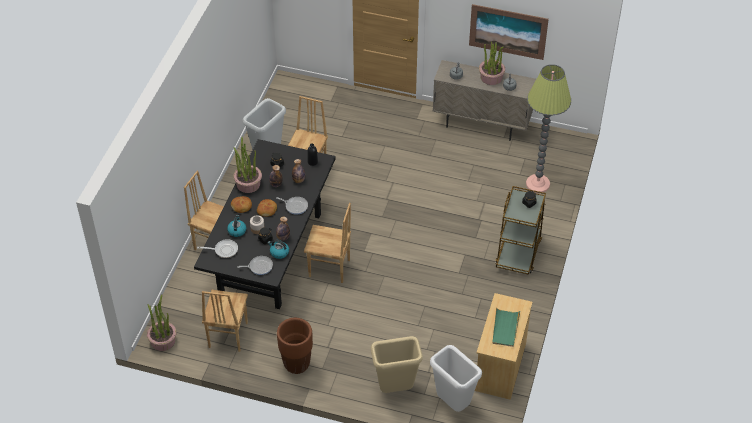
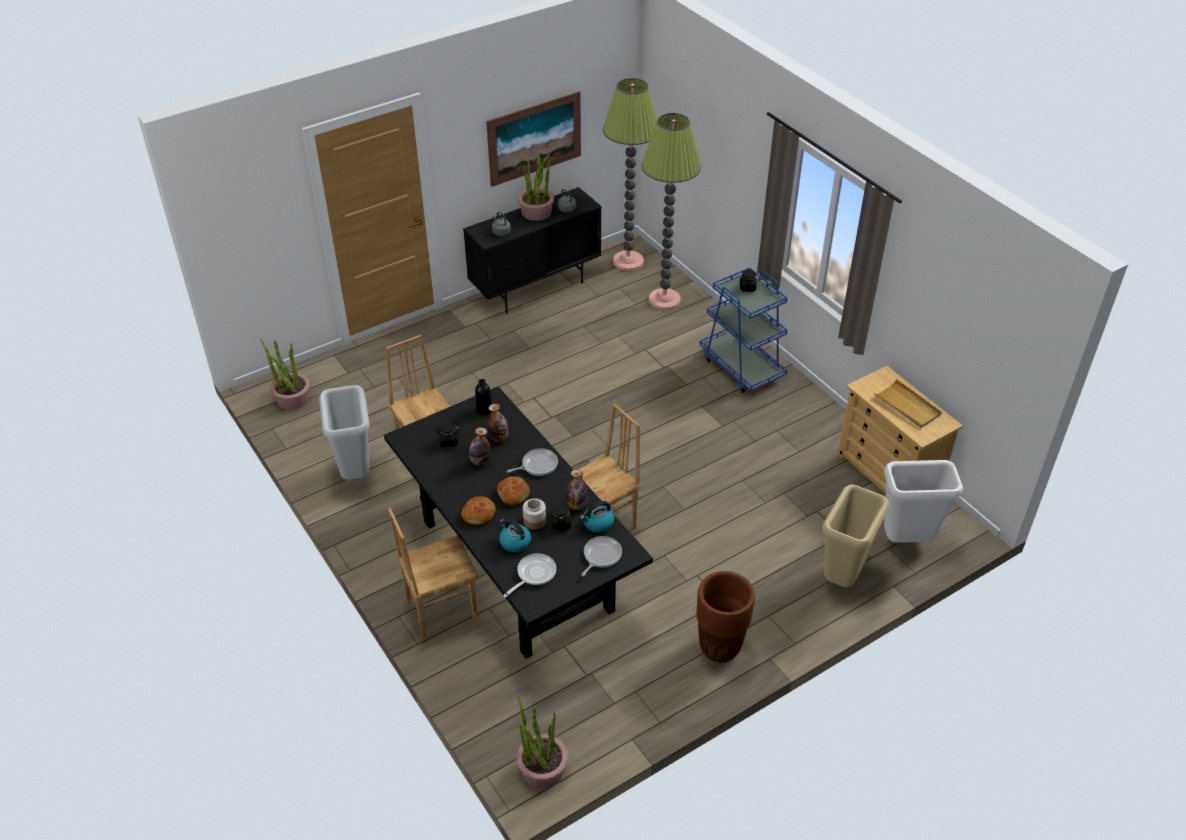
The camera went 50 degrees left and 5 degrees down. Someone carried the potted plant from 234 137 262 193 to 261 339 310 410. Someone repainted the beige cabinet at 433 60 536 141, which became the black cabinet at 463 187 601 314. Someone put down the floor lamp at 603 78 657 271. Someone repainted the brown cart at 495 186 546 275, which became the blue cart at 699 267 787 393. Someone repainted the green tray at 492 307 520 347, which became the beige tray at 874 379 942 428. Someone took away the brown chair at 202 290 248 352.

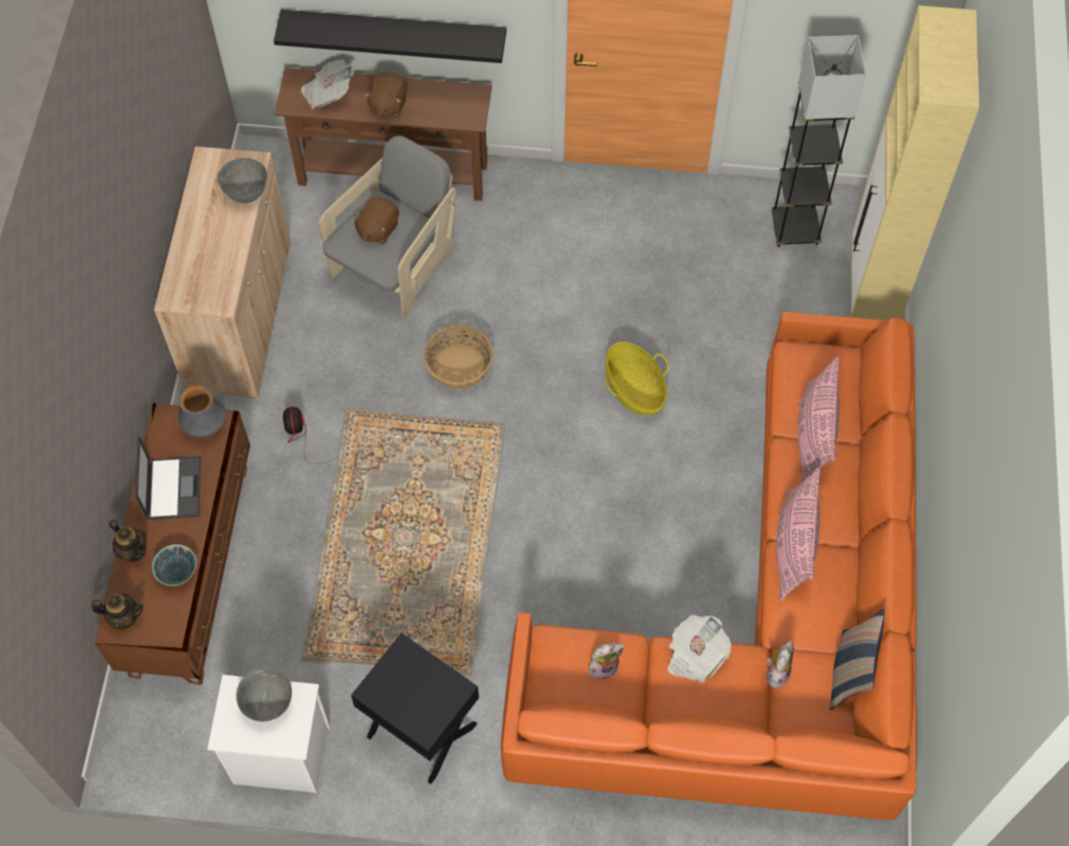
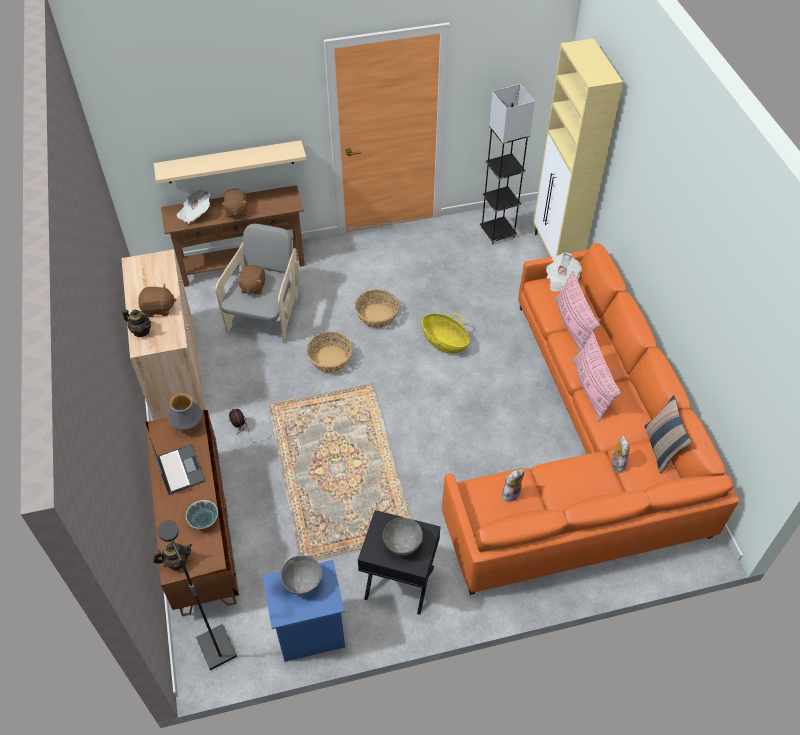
The camera went 20 degrees left and 10 degrees down. Someone carried the teapot from 109 520 147 562 to 122 309 151 337. Someone put down the brown plush toy at 138 284 176 317. Someone repainted the black shelf at 274 9 506 63, which became the beige shelf at 154 140 306 184. Someone put down the black floor lamp at 158 520 237 670. Someone repainted the white nightstand at 207 675 330 793, which became the blue nightstand at 263 560 345 662. Someone put down the basket at 355 289 399 328. Someone carried the grey bowl from 218 158 267 203 to 383 518 423 556. Someone carried the newspaper from 668 615 731 683 to 546 252 582 292.

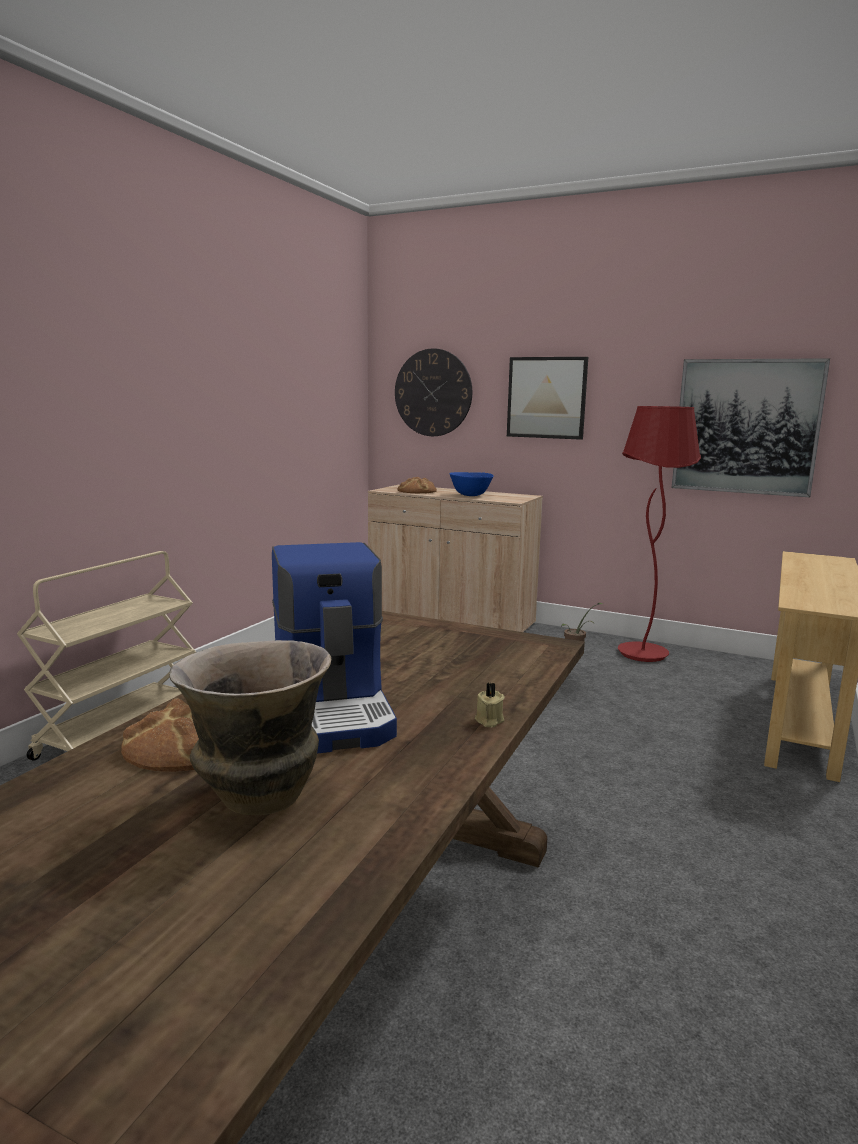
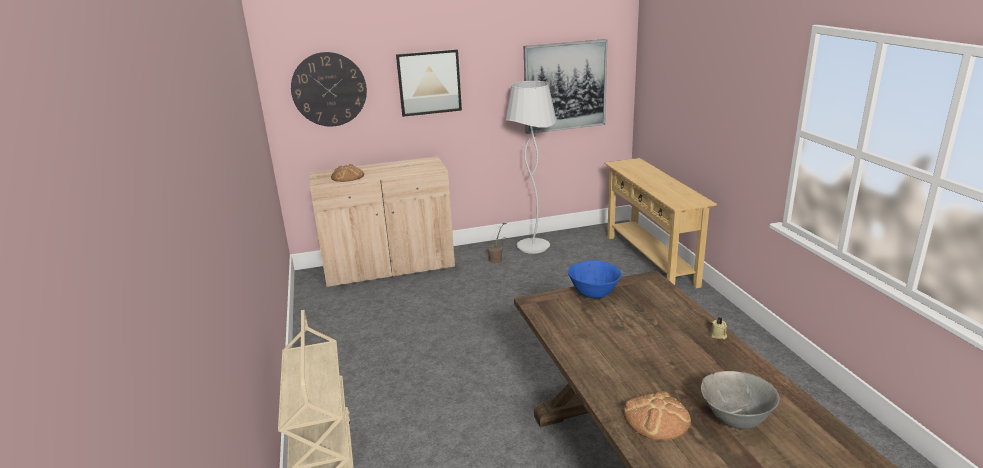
The camera went 40 degrees left and 10 degrees up. Someone repainted the red floor lamp at 618 406 701 662, which became the white floor lamp at 505 81 556 254. Someone carried the blue bowl from 449 472 494 496 to 568 260 622 299. Someone swapped the vase at 169 640 331 815 for the grey bowl at 701 371 779 429. Someone took away the coffee machine at 272 542 397 754.

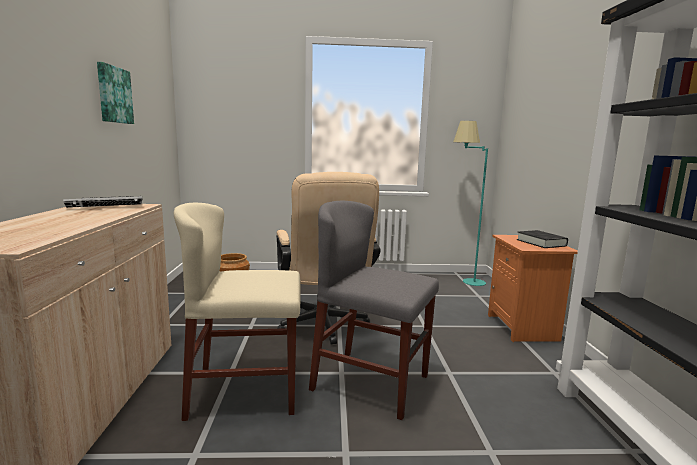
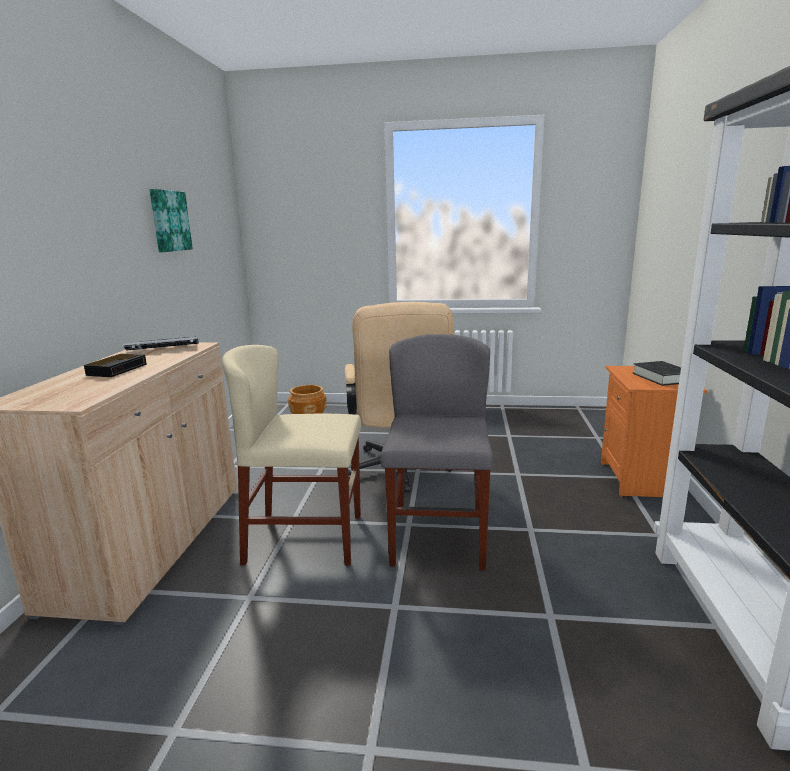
The camera went 10 degrees right and 5 degrees up. Someone put down the alarm clock at 84 354 147 377. Someone rotated the grey chair at 309 201 439 420 by 60 degrees clockwise. Someone took away the turquoise floor lamp at 453 121 488 286.

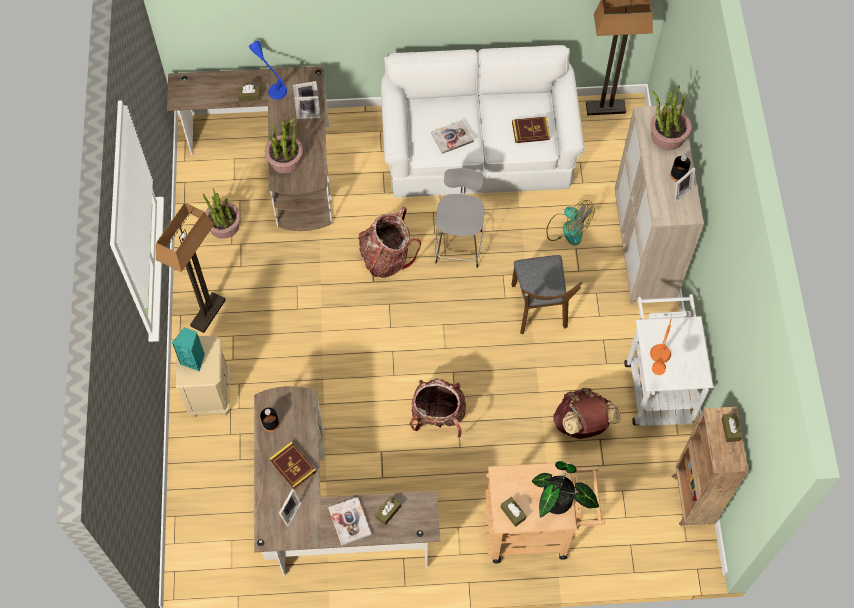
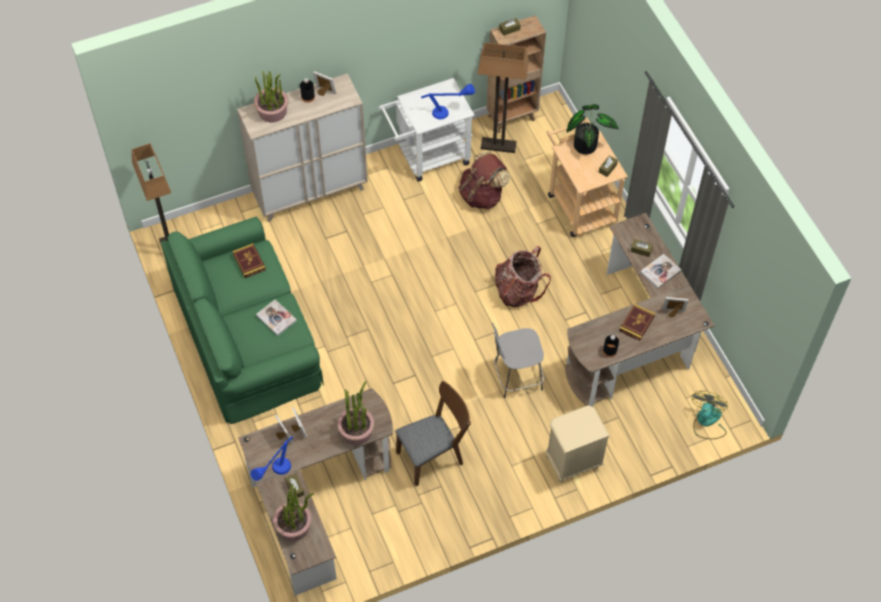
The camera went 110 degrees left and 5 degrees down. Someone repainted the white sofa at 381 45 585 198, which became the green sofa at 161 217 324 424. Someone carried the potted plant from 203 189 241 239 to 273 484 314 541. Someone carried the brown chair from 512 255 583 334 to 395 381 471 486. Someone repainted the orange table lamp at 650 318 672 375, which became the blue table lamp at 421 84 475 119. Someone carried the floor lamp from 156 202 226 333 to 477 42 529 153. Someone carried the grey stool from 435 168 485 268 to 492 323 544 398. Someone carried the fan from 547 200 595 246 to 692 391 728 439. Someone took away the turquoise speaker at 172 327 205 372. Someone took away the backpack at 358 207 421 278.

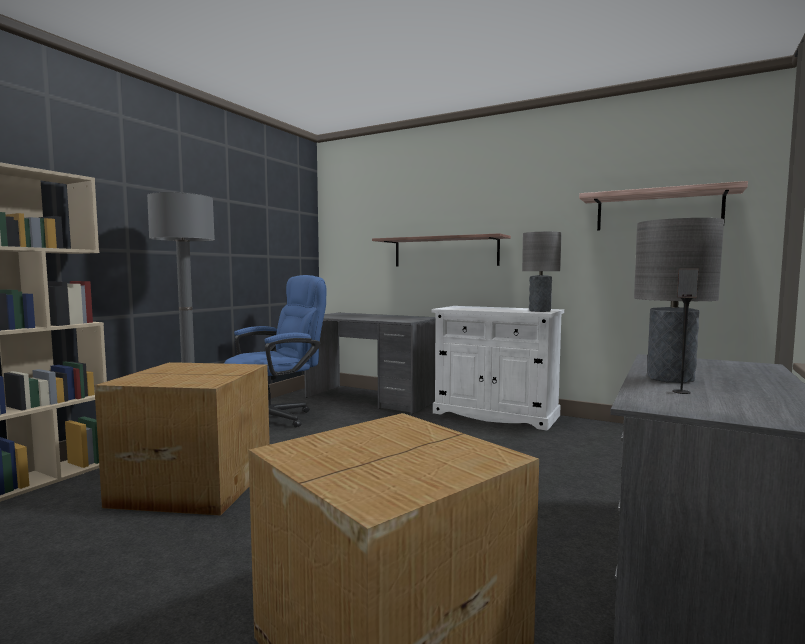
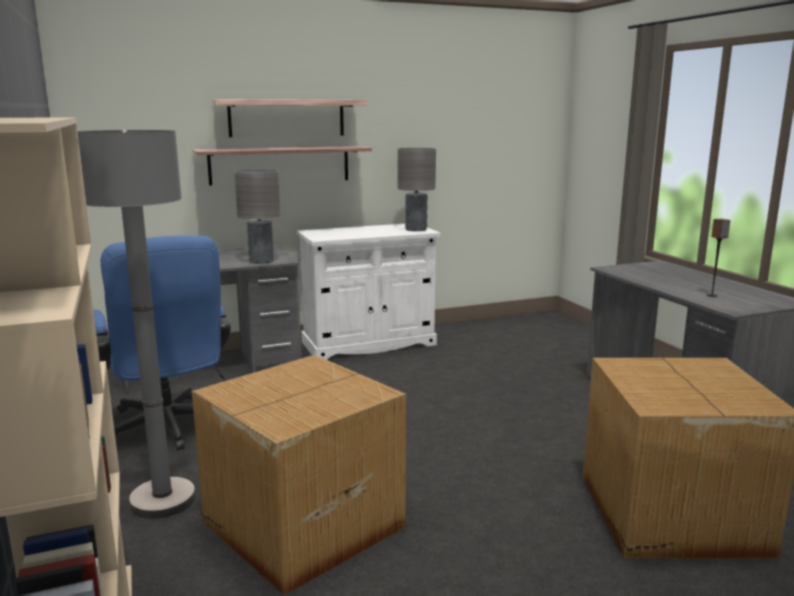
The camera went 50 degrees left and 10 degrees up. Someone rotated the blue office chair at 224 275 326 428 by 150 degrees clockwise. Someone carried the shelf from 579 181 748 231 to 213 99 368 137. Someone carried the grey table lamp from 634 218 724 383 to 234 170 281 264.

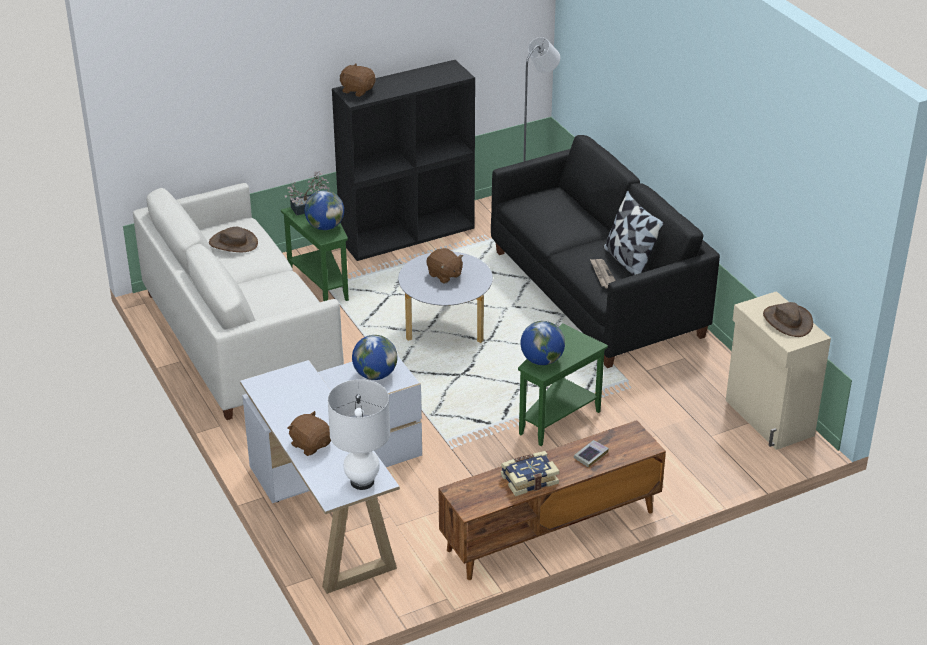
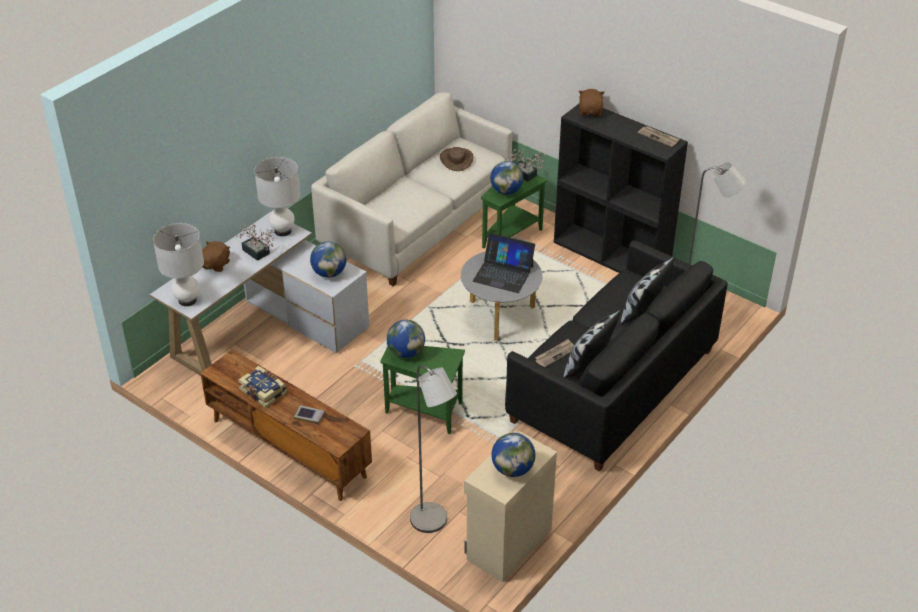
The camera went 65 degrees right and 5 degrees up. Someone put down the potted plant at 236 224 275 261. Someone put down the white table lamp at 254 157 300 236. Someone put down the grey floor lamp at 410 365 457 533. Someone swapped the brown plush toy at 426 248 463 283 for the laptop at 473 233 535 293. Someone swapped the brown hat at 763 302 813 337 for the globe at 491 433 535 477. Someone put down the pillow at 621 257 675 325. Someone put down the newspaper at 638 126 680 147.

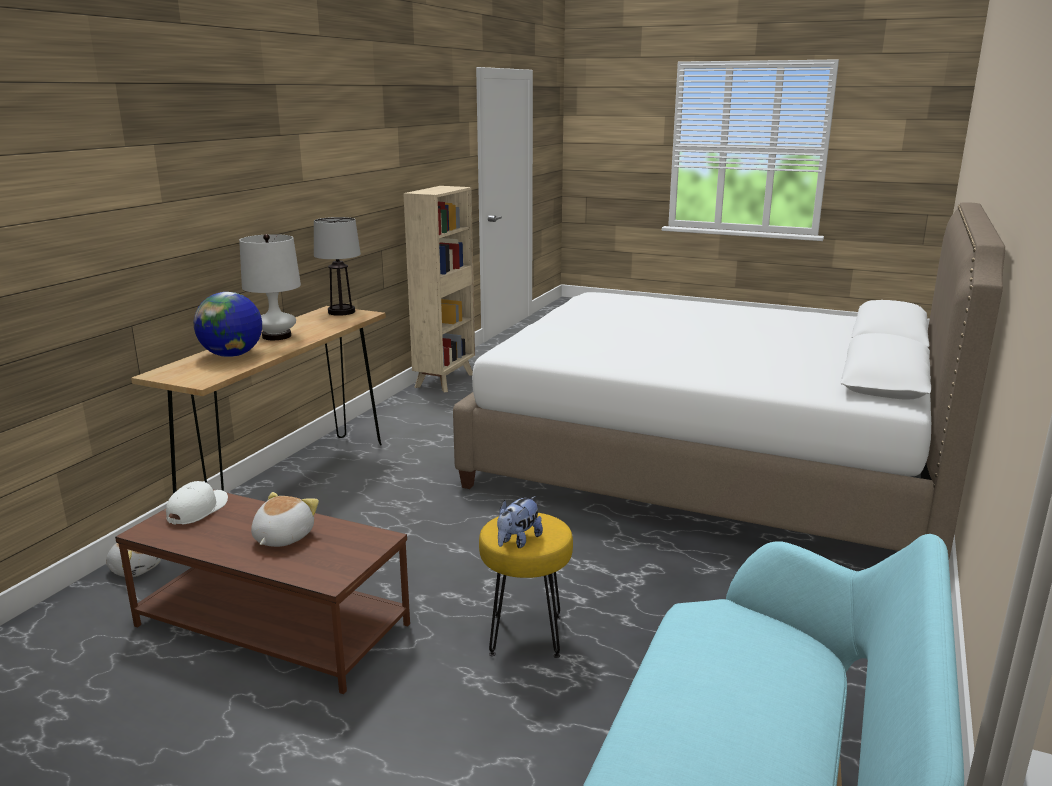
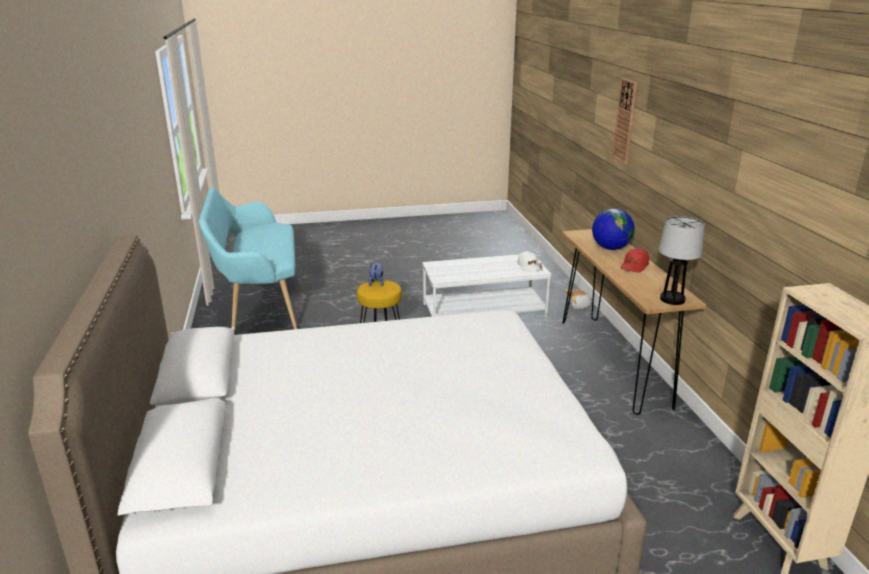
The camera went 145 degrees right and 5 degrees up. Someone repainted the brown coffee table at 115 490 410 694, which became the white coffee table at 422 254 551 317. Someone put up the wall clock at 612 78 637 165. Someone swapped the white table lamp at 239 234 301 340 for the red cap at 621 248 649 272. Someone took away the plush toy at 251 492 319 547.

